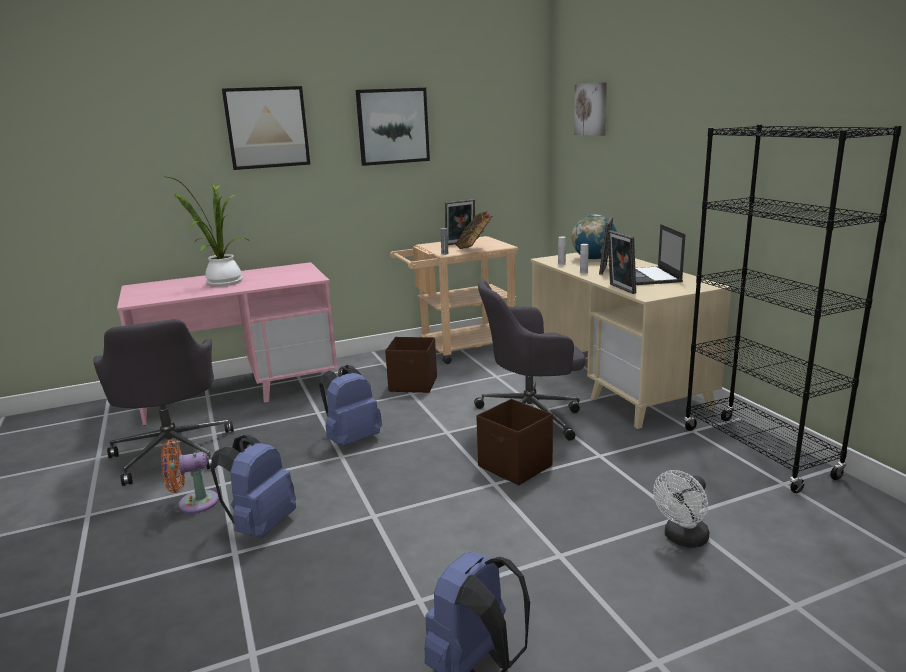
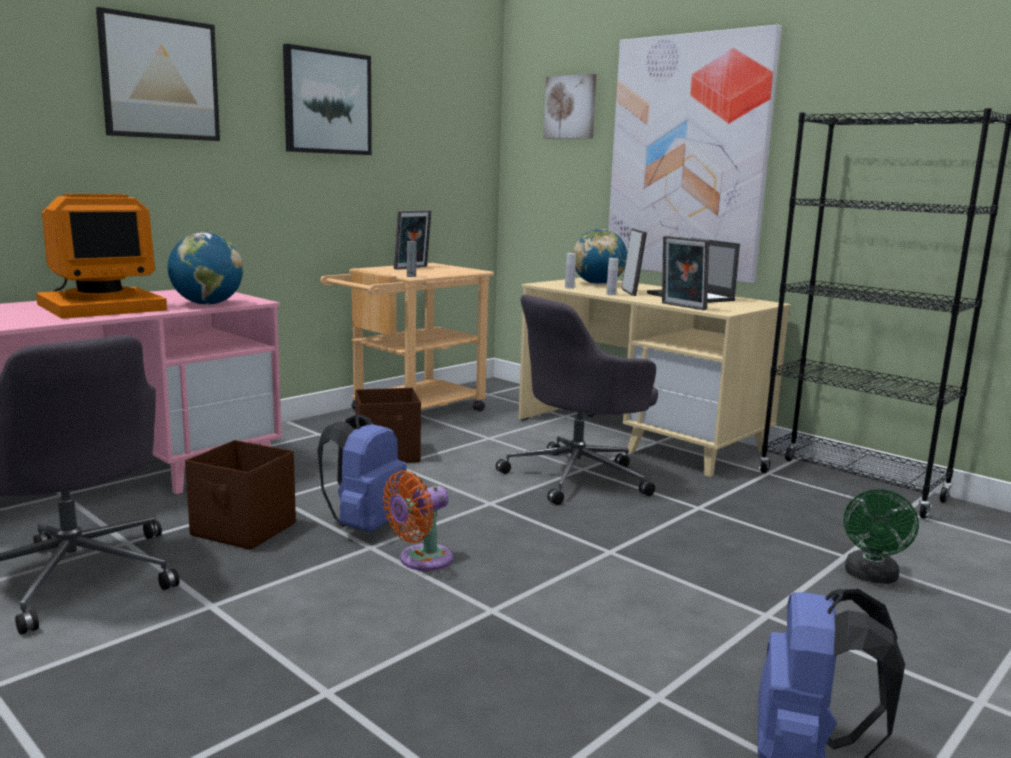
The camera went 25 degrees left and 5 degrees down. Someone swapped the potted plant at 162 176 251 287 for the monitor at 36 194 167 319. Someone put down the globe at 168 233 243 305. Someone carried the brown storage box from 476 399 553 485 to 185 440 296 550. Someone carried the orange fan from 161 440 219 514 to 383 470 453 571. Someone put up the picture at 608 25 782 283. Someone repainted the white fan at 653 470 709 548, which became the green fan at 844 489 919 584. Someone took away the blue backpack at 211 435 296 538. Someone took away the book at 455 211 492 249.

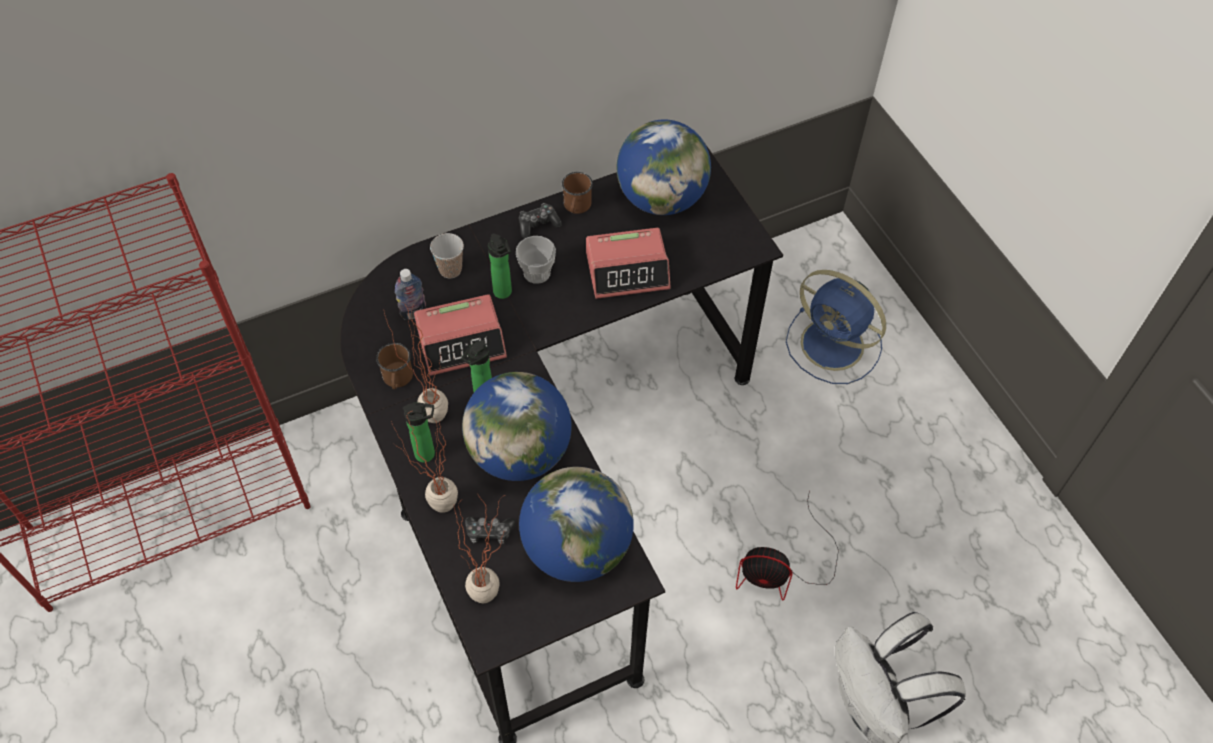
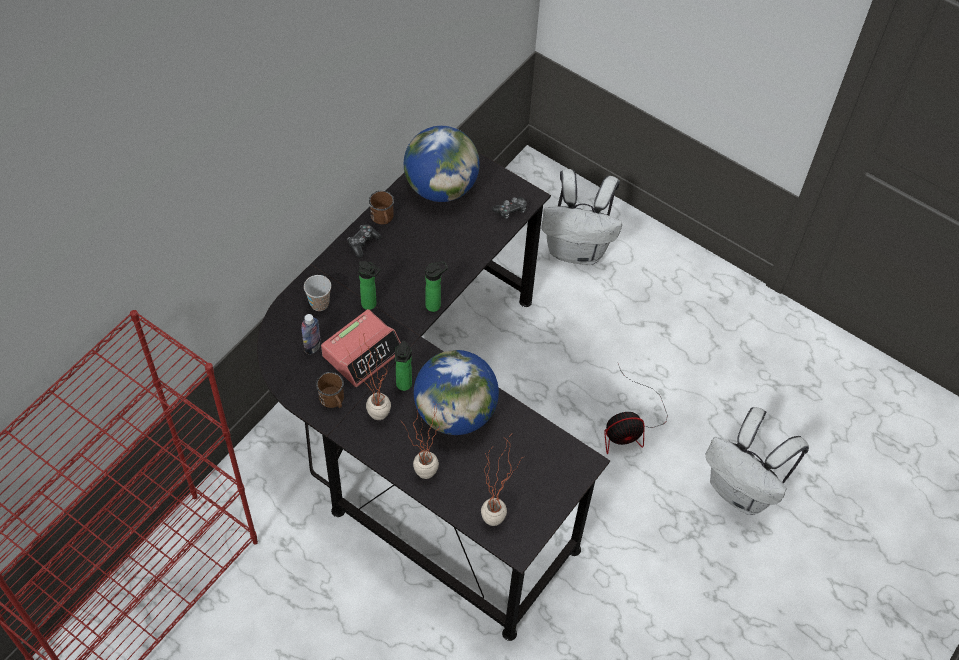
The camera went 30 degrees left and 0 degrees up. Someone carried the bottle from 403 402 435 463 to 425 260 448 312. Someone carried the game controller from 465 516 516 545 to 492 197 527 219. Someone swapped the blue fan at 786 270 886 384 for the white backpack at 541 169 622 265. Someone took away the cup at 516 236 556 284. Someone took away the globe at 519 467 634 582. Someone took away the alarm clock at 586 228 670 299.

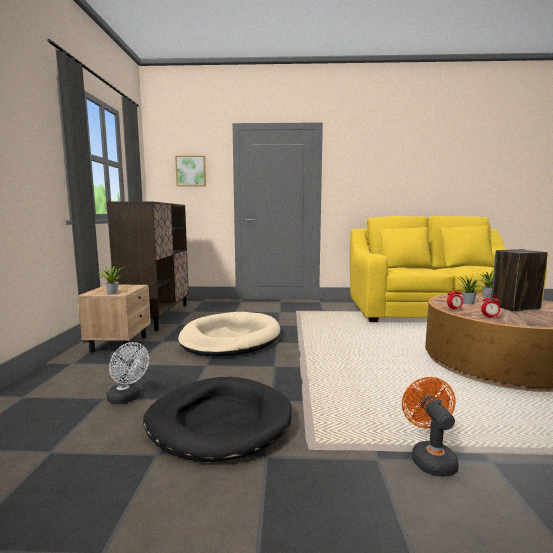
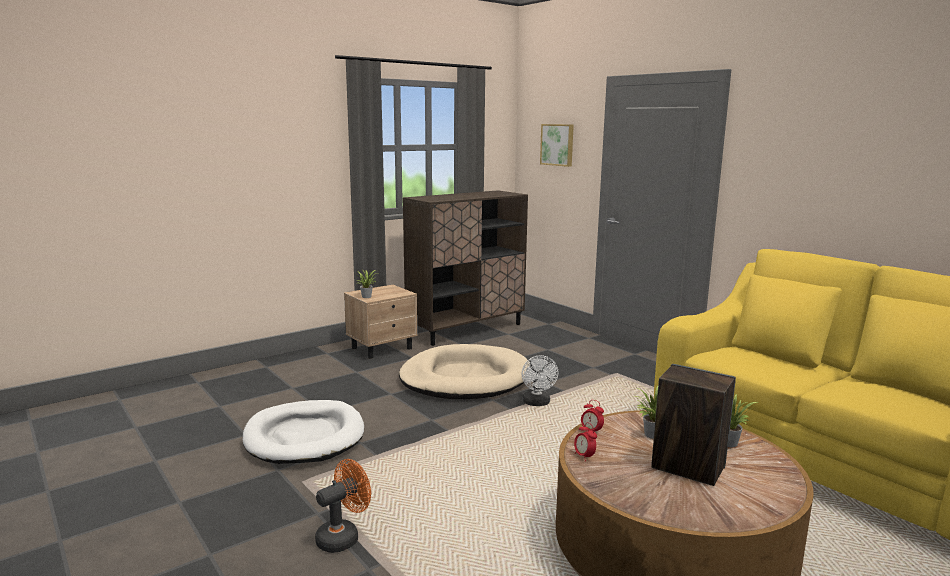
The camera went 50 degrees right and 5 degrees up. Someone repainted the black dog bed at 143 377 292 462, which became the white dog bed at 243 400 364 464. Someone carried the white fan from 106 342 149 404 to 522 355 558 406.

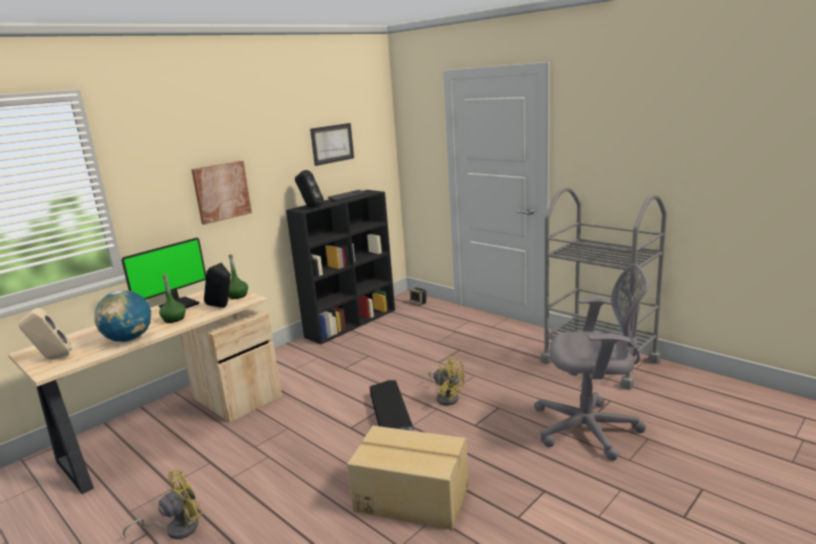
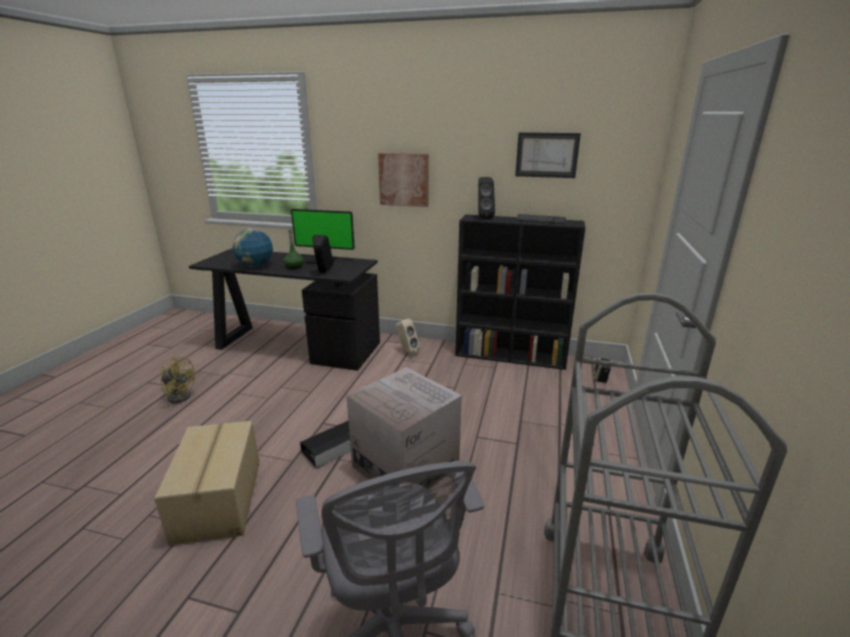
The camera went 60 degrees right and 5 degrees up. Someone repainted the beige desk at 8 290 282 494, which became the black desk at 189 248 380 371. Someone swapped the yellow fan at 429 356 465 406 for the cardboard box at 347 367 462 485. Someone carried the beige speaker from 18 308 72 360 to 396 319 420 355. Someone took away the green bottle at 228 254 248 299.

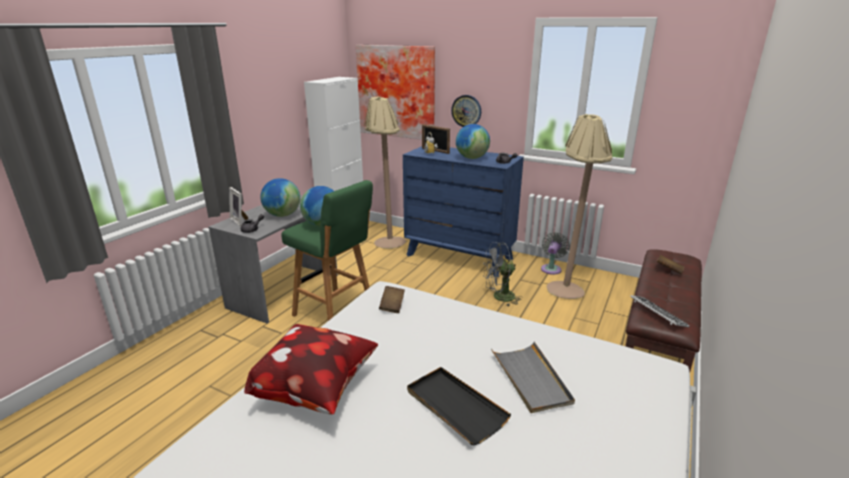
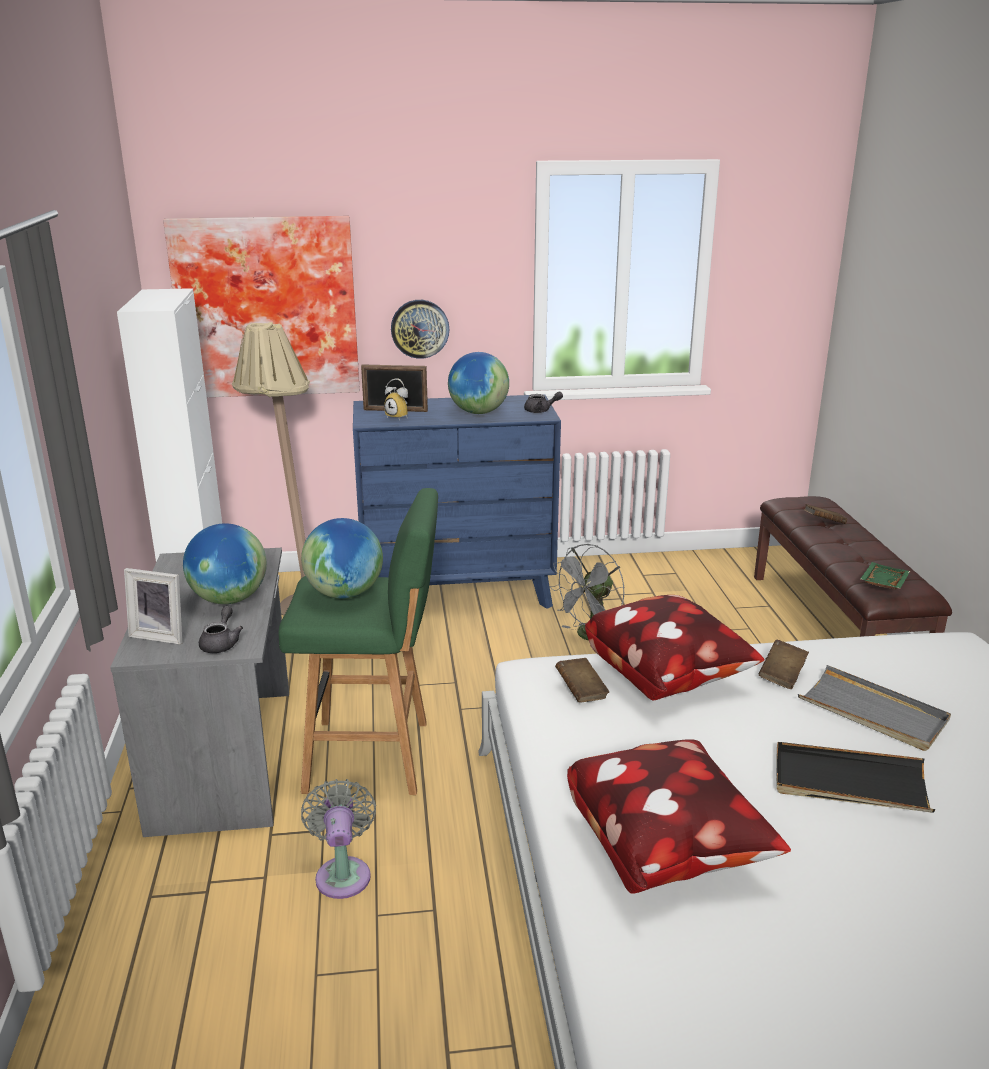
The camera went 35 degrees left and 0 degrees up. Someone carried the grey fan from 541 232 570 275 to 301 779 376 899. Someone put down the pillow at 585 595 765 700. Someone put down the brown book at 759 640 809 689. Someone swapped the keyboard at 630 295 689 327 for the green tray at 860 562 910 589. Someone took away the beige floor lamp at 547 114 612 299.

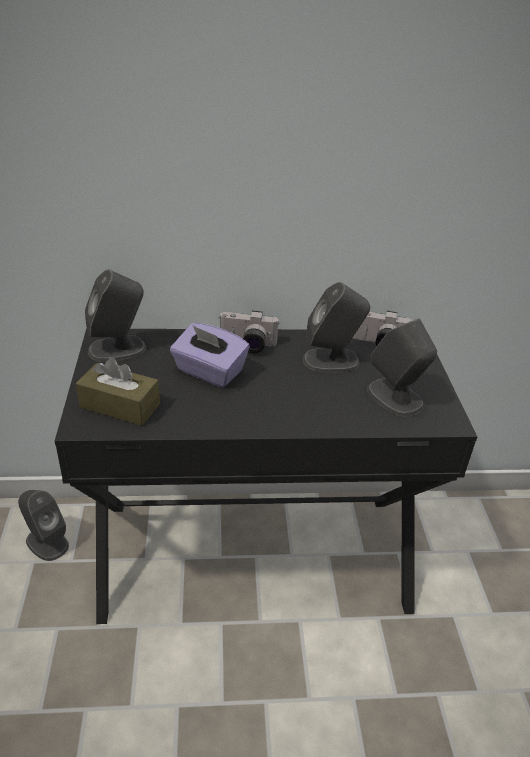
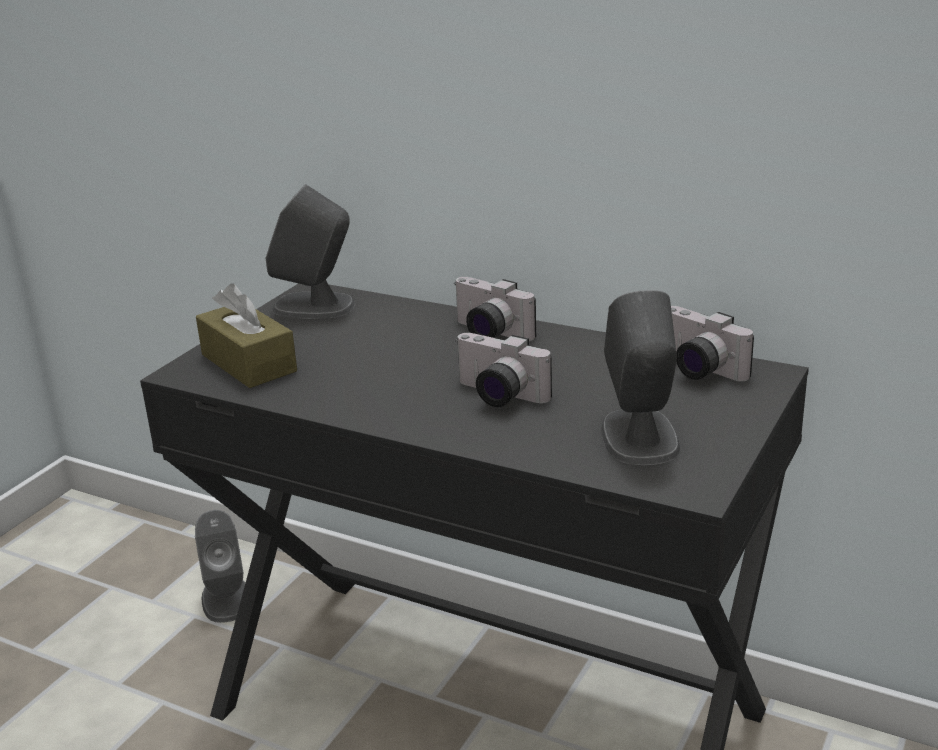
The camera went 35 degrees right and 10 degrees down. Someone put down the photo camera at 455 333 552 407. Someone took away the purple tissue box at 170 323 250 388. Someone took away the grey speaker at 303 282 370 373.

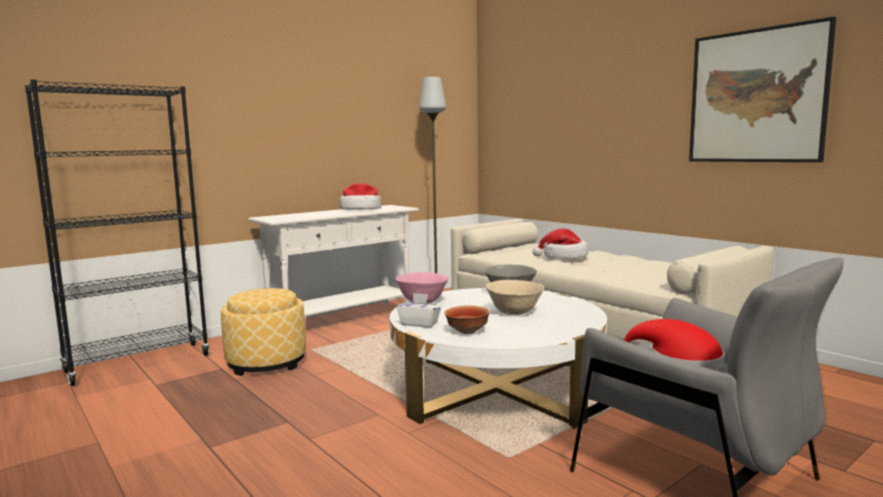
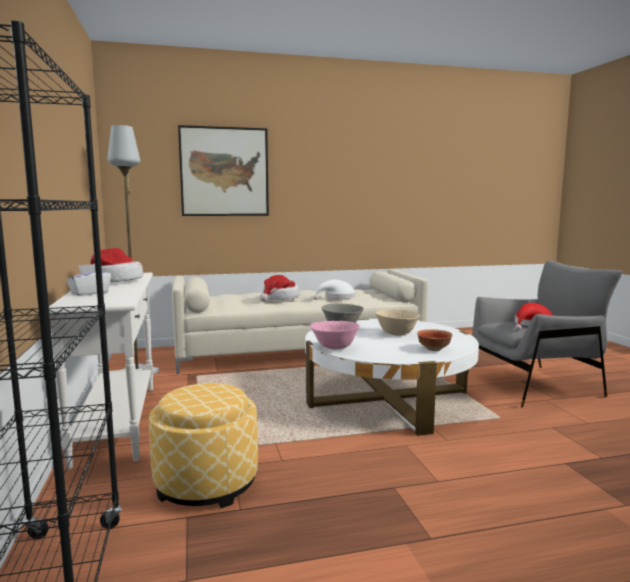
The camera went 65 degrees left and 0 degrees up. Someone carried the white tissue box from 397 293 441 328 to 66 264 111 296. Someone carried the picture from 689 17 836 162 to 178 125 269 216. Someone put down the white hat at 314 280 355 300.

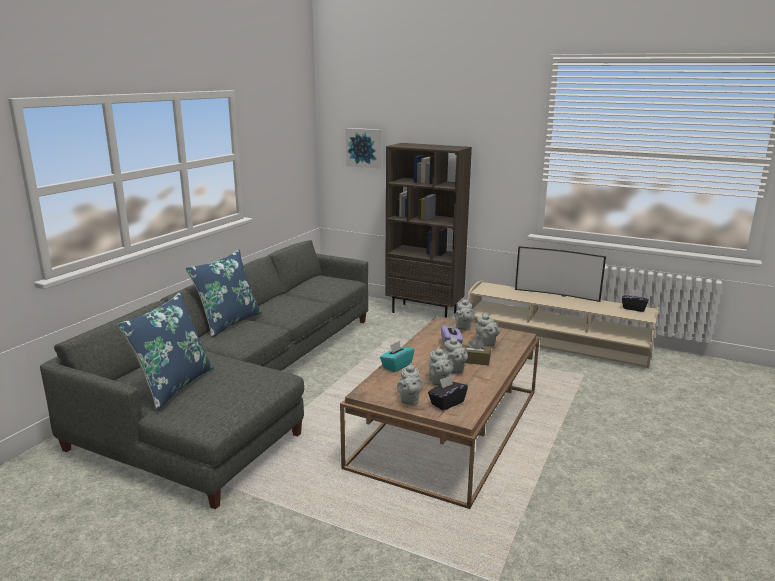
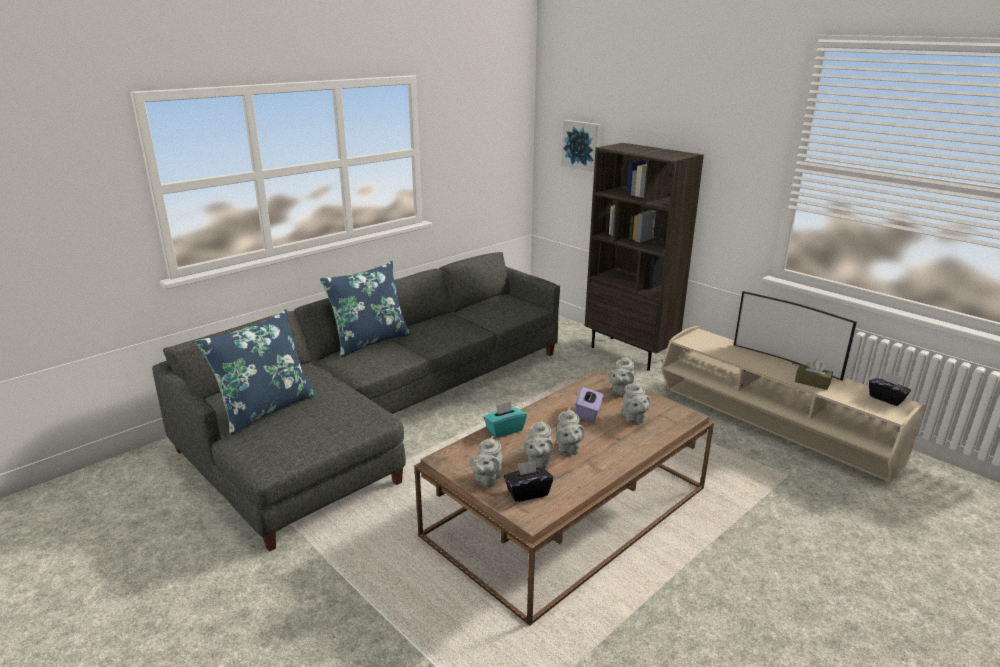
The camera went 20 degrees right and 5 degrees up. Someone carried the brown tissue box from 462 338 491 365 to 795 360 833 390.

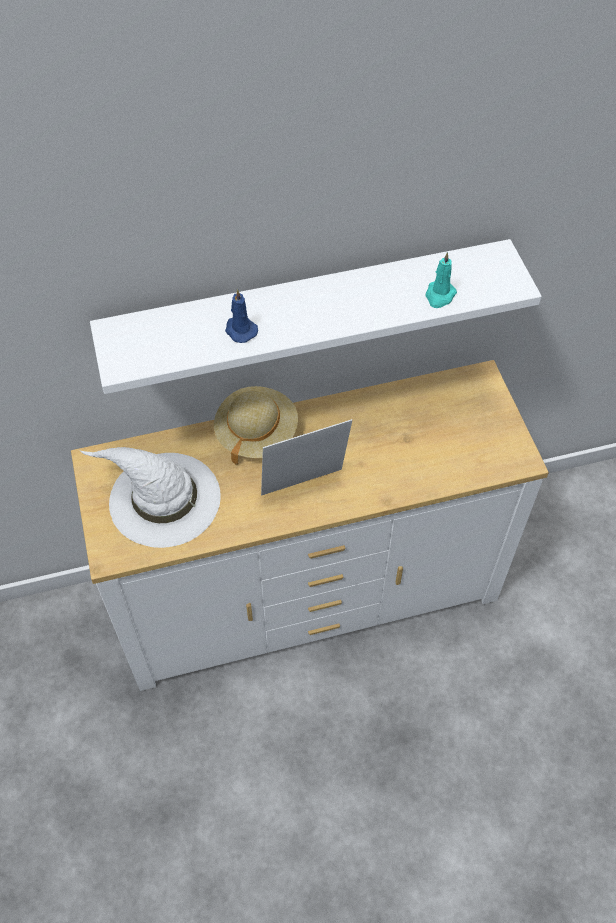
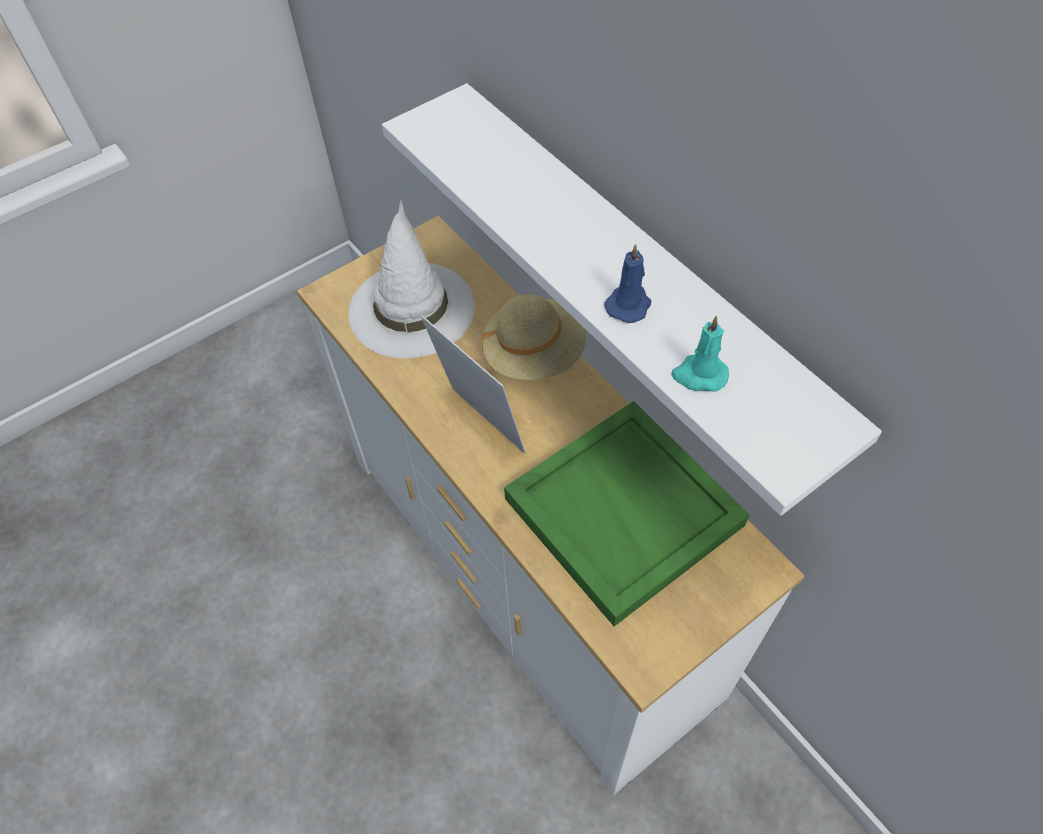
The camera went 70 degrees right and 0 degrees up. Someone put down the green tray at 504 401 750 626. Someone carried the blue candle from 225 289 258 343 to 604 244 651 323.

